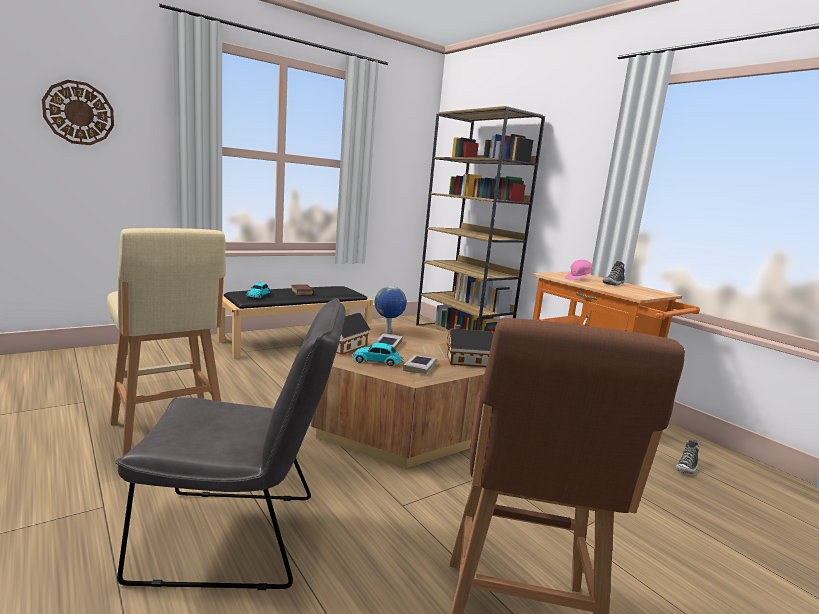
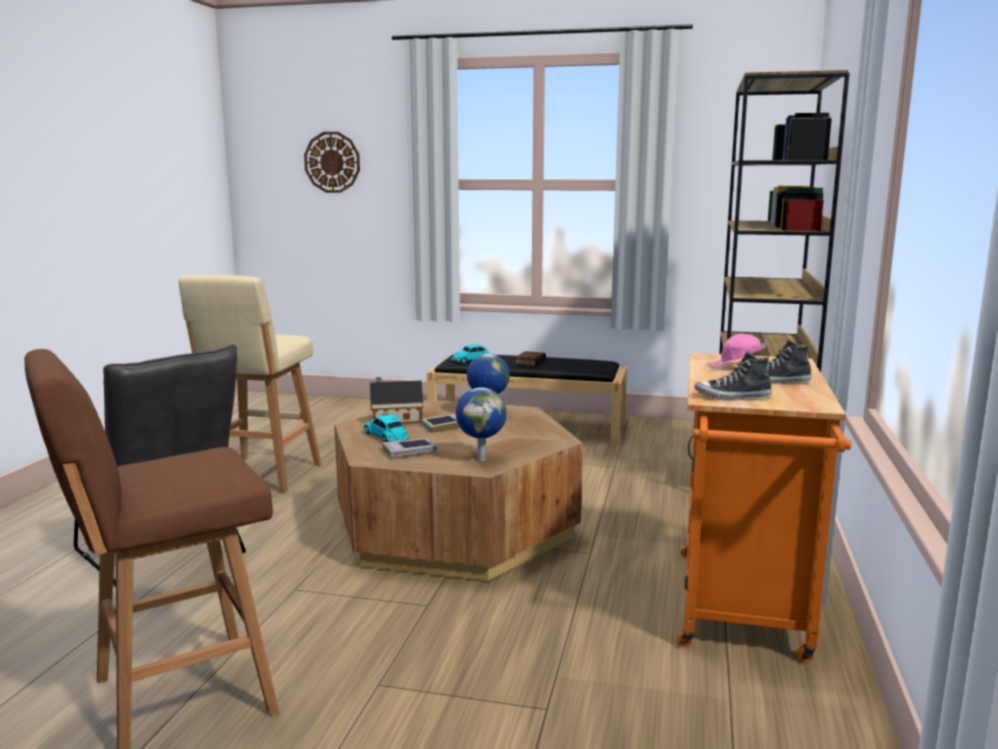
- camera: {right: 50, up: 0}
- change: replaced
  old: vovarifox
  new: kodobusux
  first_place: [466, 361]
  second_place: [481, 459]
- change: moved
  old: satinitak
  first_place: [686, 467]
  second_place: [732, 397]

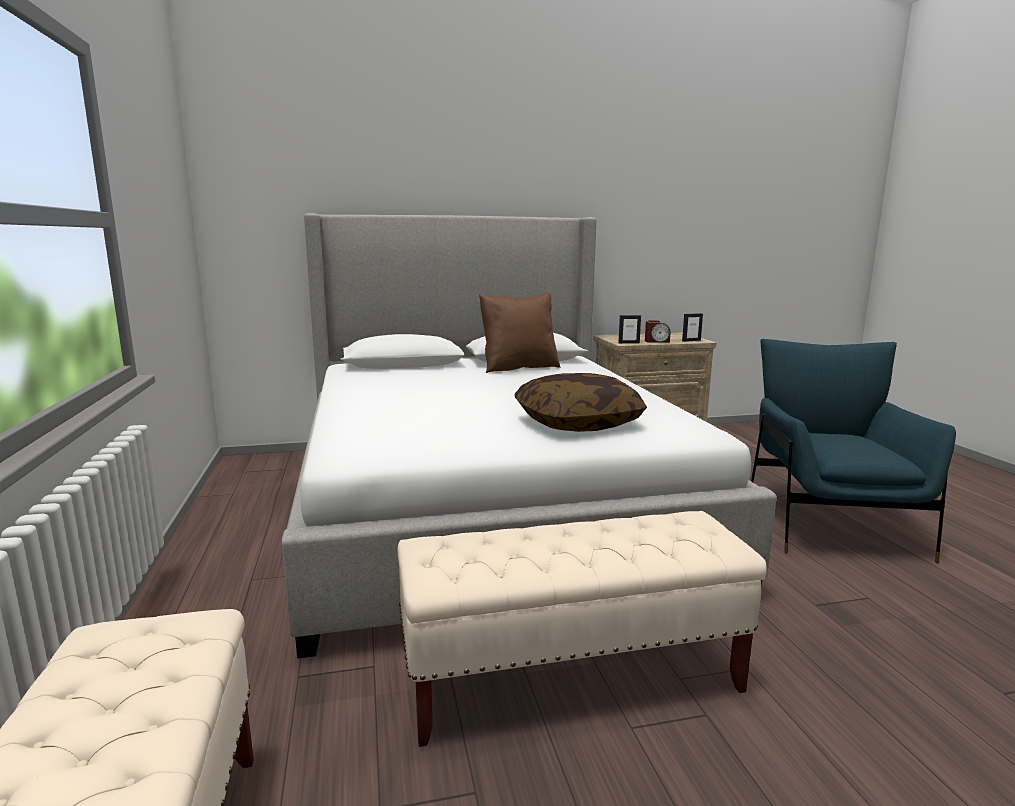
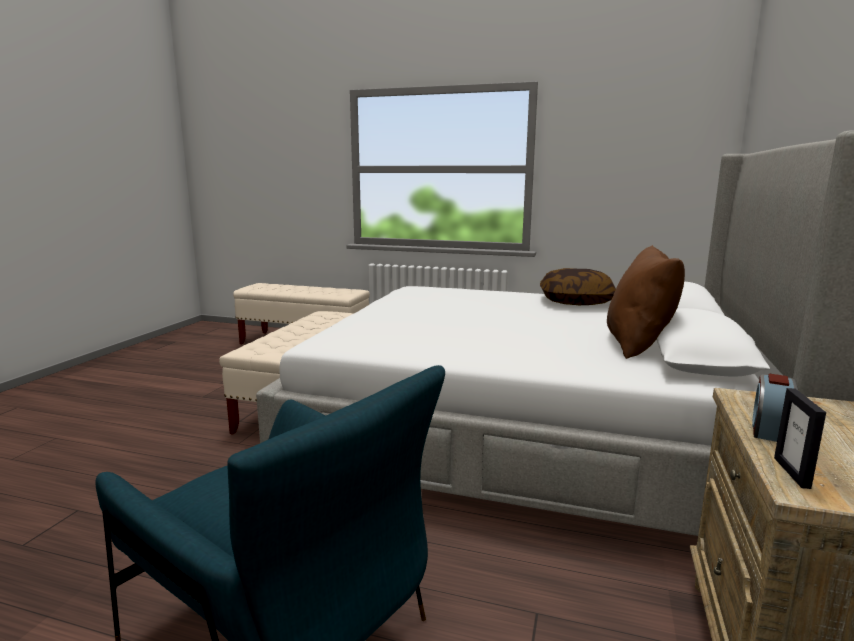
- camera: {right: 120, up: 0}
- change: moved
  old: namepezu
  first_place: [578, 423]
  second_place: [576, 301]
- change: removed
  old: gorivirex
  first_place: [628, 343]

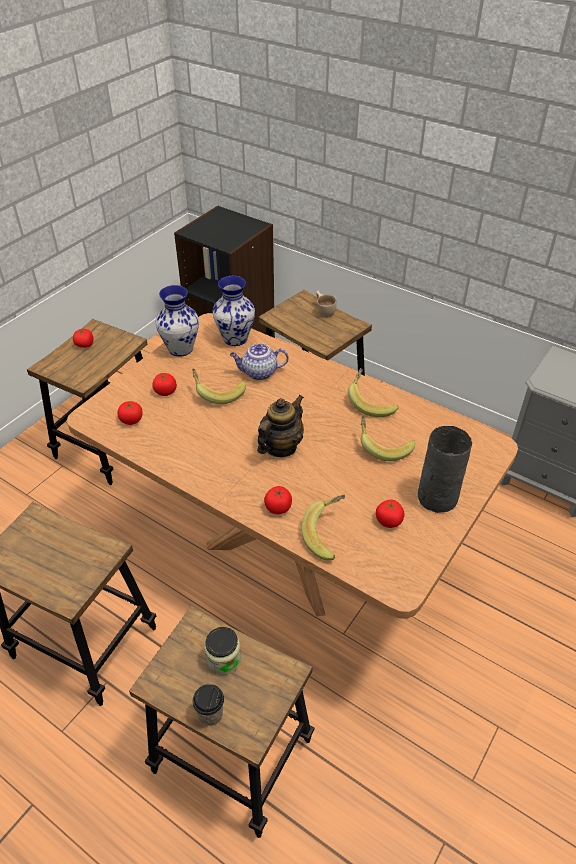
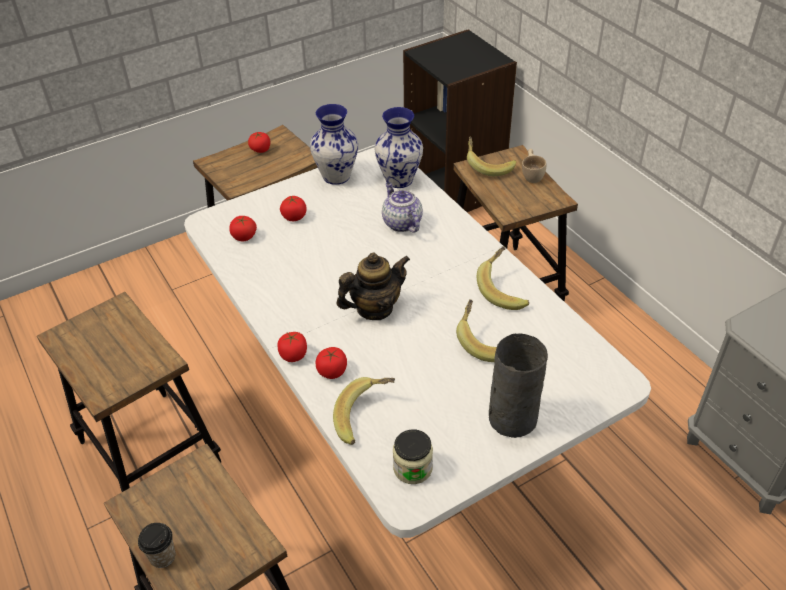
- camera: {right: 25, up: 0}
- change: recoloured
  old: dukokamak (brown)
  new: dukokamak (white)
  first_place: [287, 547]
  second_place: [395, 429]
- change: moved
  old: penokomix
  first_place: [389, 521]
  second_place: [293, 355]
- change: turned
  old: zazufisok
  first_place: [259, 373]
  second_place: [401, 223]
  degrees: 45
- change: moved
  old: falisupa
  first_place: [223, 659]
  second_place: [412, 468]
- change: moved
  old: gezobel
  first_place: [218, 393]
  second_place: [488, 166]

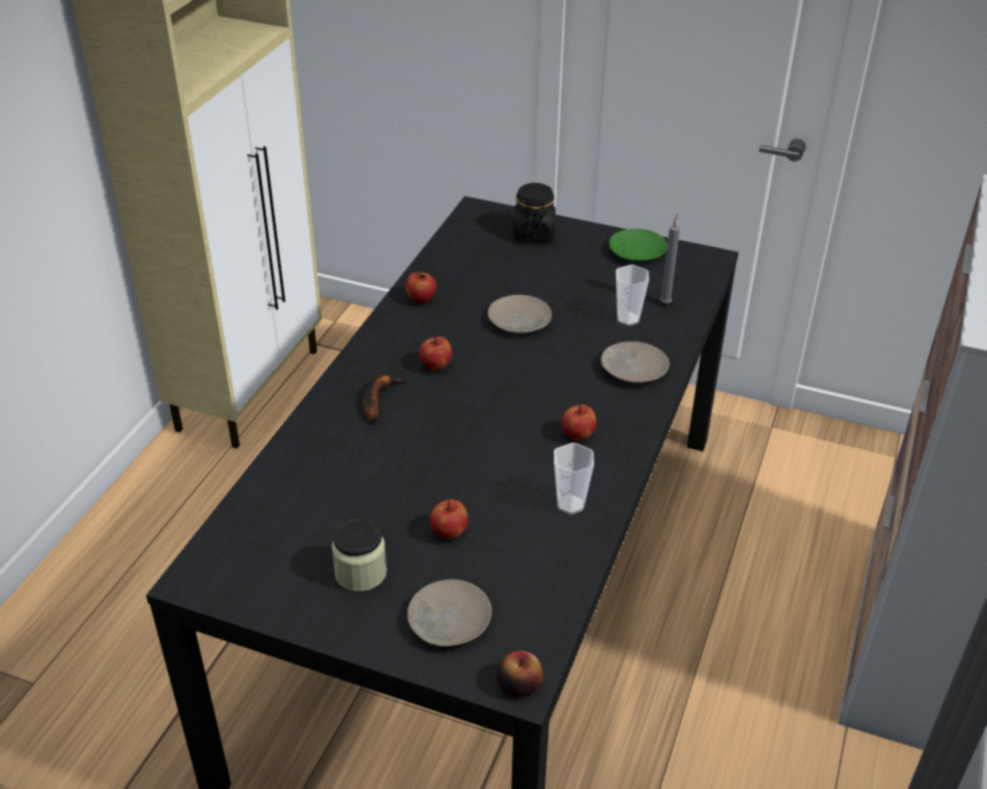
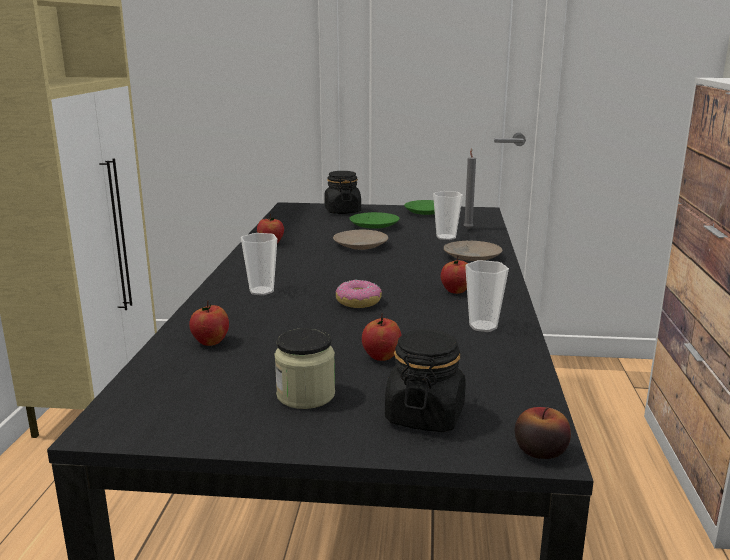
- camera: {right: -15, up: -20}
- change: moved
  old: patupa
  first_place: [435, 366]
  second_place: [210, 342]
- change: replaced
  old: gezobel
  new: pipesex
  first_place: [378, 399]
  second_place: [261, 291]
- change: added
  new: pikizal
  second_place: [358, 302]
- change: added
  new: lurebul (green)
  second_place: [373, 226]
- change: replaced
  old: lurebul (beige)
  new: falisupa (black)
  first_place: [448, 621]
  second_place: [425, 415]

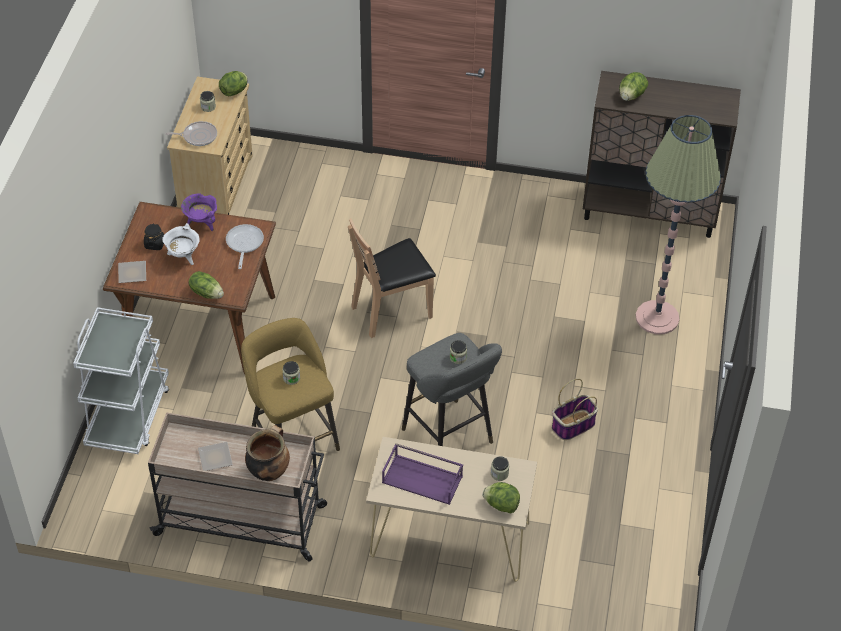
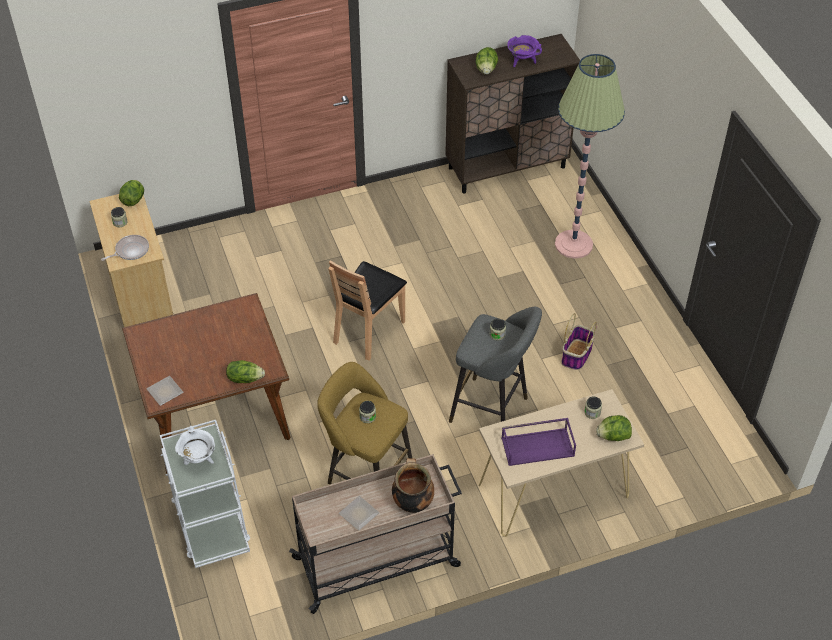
- camera: {right: -30, up: 0}
- change: moved
  old: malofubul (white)
  first_place: [183, 256]
  second_place: [198, 459]
- change: moved
  old: malofubul (purple)
  first_place: [202, 223]
  second_place: [522, 61]
- change: removed
  old: falisupa (black)
  first_place: [155, 244]
- change: removed
  old: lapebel
  first_place: [244, 244]

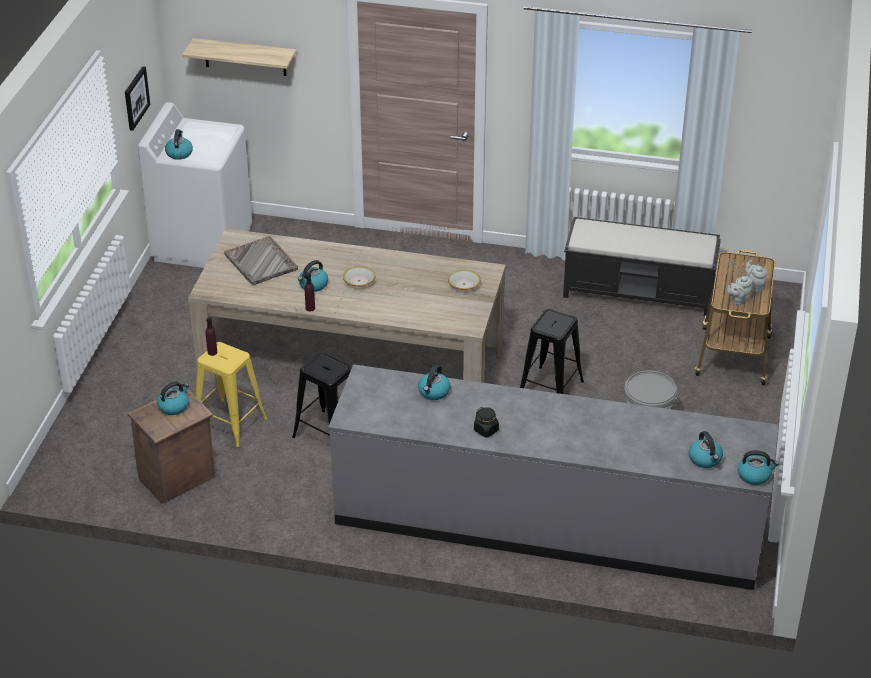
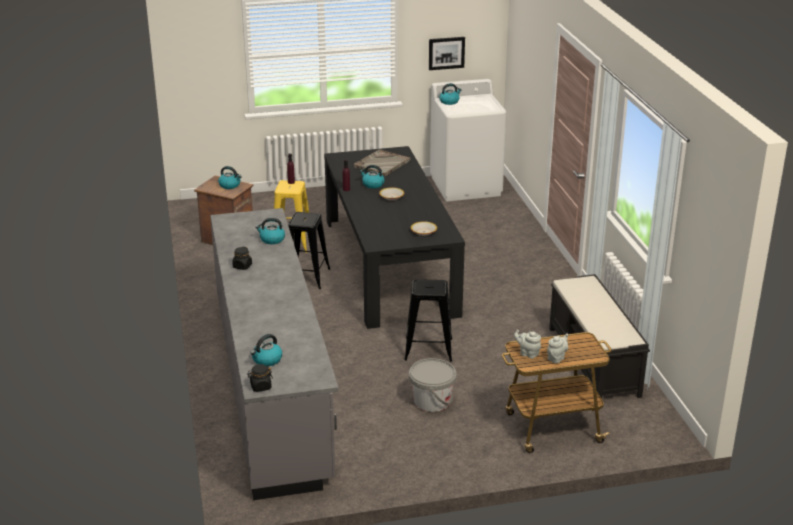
- camera: {right: 65, up: -10}
- change: replaced
  old: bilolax
  new: falisupa (black)
  first_place: [754, 475]
  second_place: [260, 386]
- change: recoloured
  old: dukokamak (beige)
  new: dukokamak (black)
  first_place: [351, 362]
  second_place: [389, 266]
- change: removed
  old: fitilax
  first_place: [245, 57]

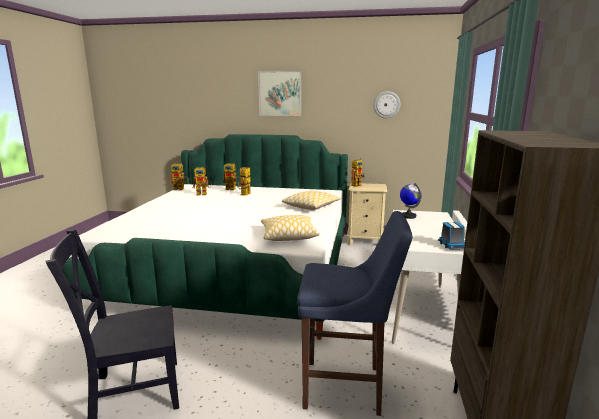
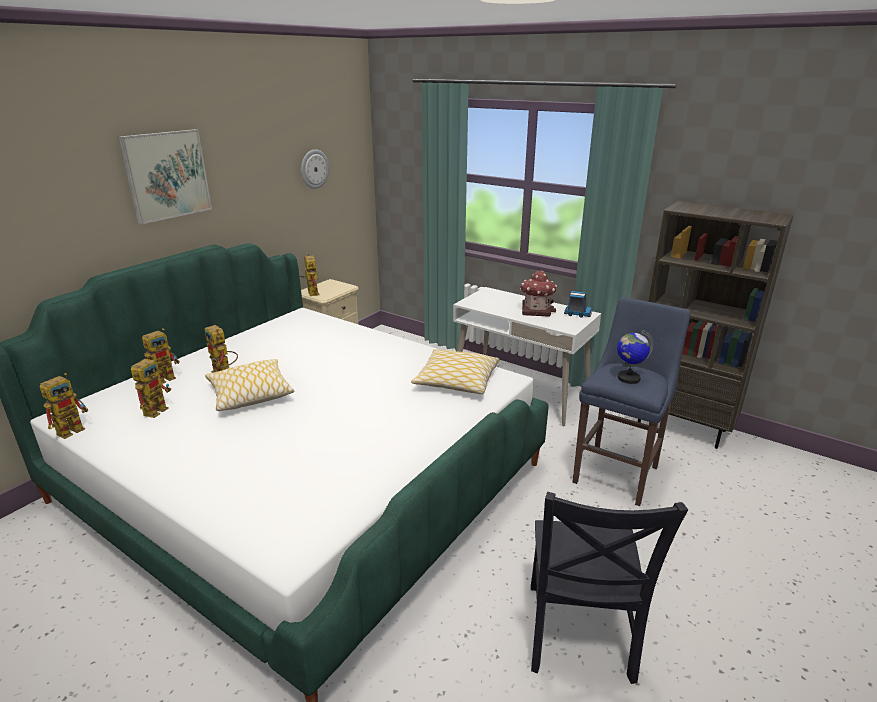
- camera: {right: -65, up: 10}
- change: moved
  old: namepezu
  first_place: [311, 206]
  second_place: [250, 394]
- change: added
  new: vovarifox
  second_place: [536, 310]
- change: moved
  old: kodobusux
  first_place: [408, 216]
  second_place: [628, 378]

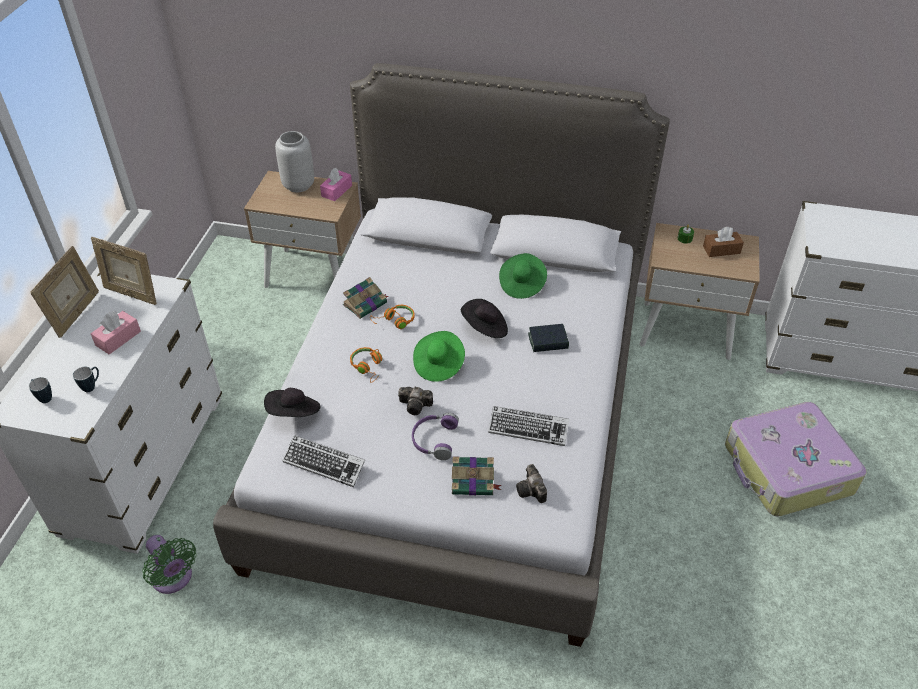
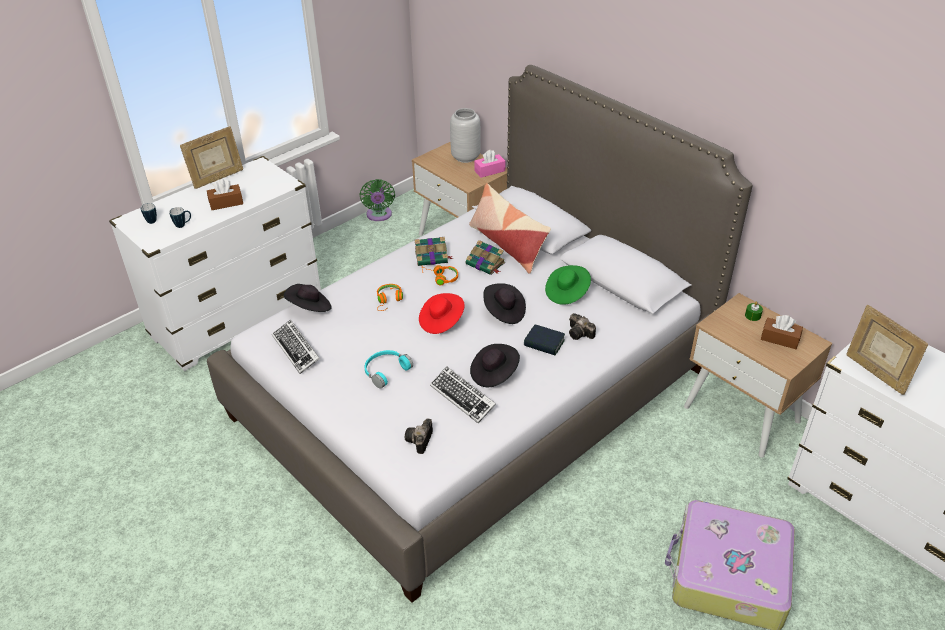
- camera: {right: 35, up: -5}
- change: recoloured
  old: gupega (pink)
  new: gupega (brown)
  first_place: [118, 338]
  second_place: [226, 203]
- change: moved
  old: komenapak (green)
  first_place: [174, 579]
  second_place: [379, 216]
- change: recoloured
  old: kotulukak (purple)
  new: kotulukak (turquoise)
  first_place: [433, 440]
  second_place: [385, 371]
- change: recoloured
  old: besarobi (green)
  new: besarobi (red)
  first_place: [438, 364]
  second_place: [441, 321]
- change: moved
  old: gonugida
  first_place: [474, 481]
  second_place: [486, 264]
- change: added
  new: namepezu
  second_place: [507, 244]
- change: added
  new: besarobi (black)
  second_place: [494, 374]
- change: moved
  old: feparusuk
  first_place: [416, 406]
  second_place: [580, 334]
- change: moved
  old: gorivirex
  first_place: [132, 294]
  second_place: [875, 373]

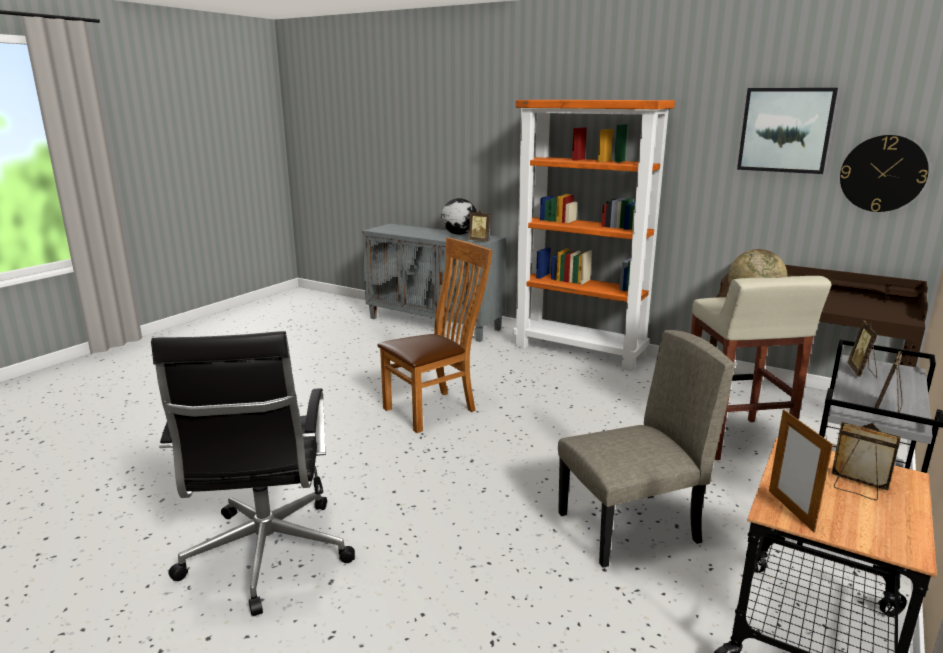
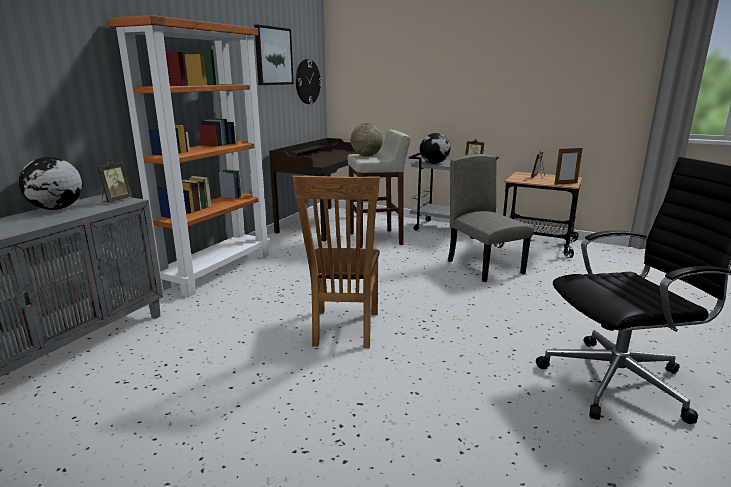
- camera: {right: -95, up: 0}
- change: turned
  old: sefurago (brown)
  first_place: [435, 409]
  second_place: [343, 330]
  degrees: -135
- change: replaced
  old: gorivirex
  new: kodobusux
  first_place: [862, 372]
  second_place: [434, 163]

